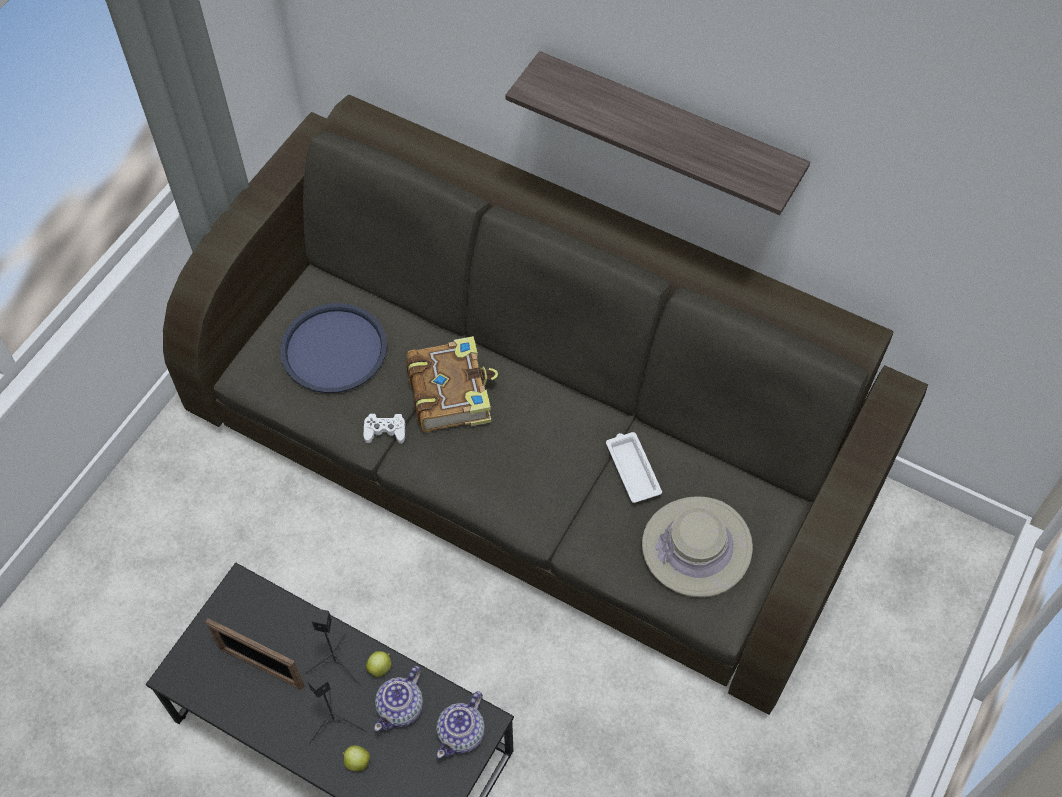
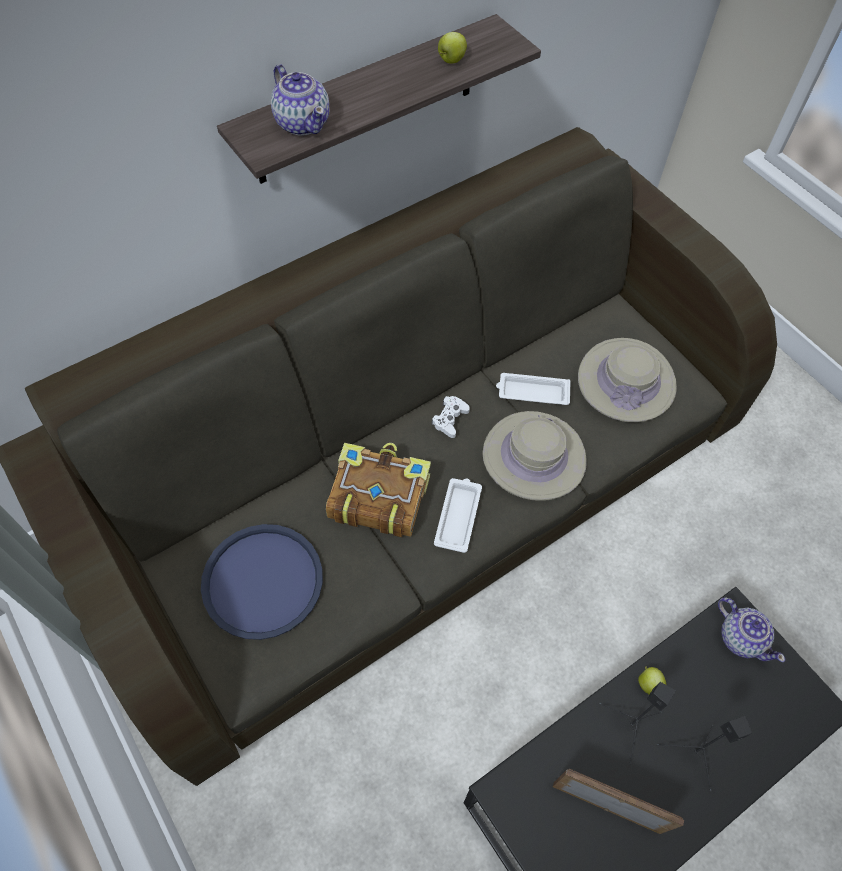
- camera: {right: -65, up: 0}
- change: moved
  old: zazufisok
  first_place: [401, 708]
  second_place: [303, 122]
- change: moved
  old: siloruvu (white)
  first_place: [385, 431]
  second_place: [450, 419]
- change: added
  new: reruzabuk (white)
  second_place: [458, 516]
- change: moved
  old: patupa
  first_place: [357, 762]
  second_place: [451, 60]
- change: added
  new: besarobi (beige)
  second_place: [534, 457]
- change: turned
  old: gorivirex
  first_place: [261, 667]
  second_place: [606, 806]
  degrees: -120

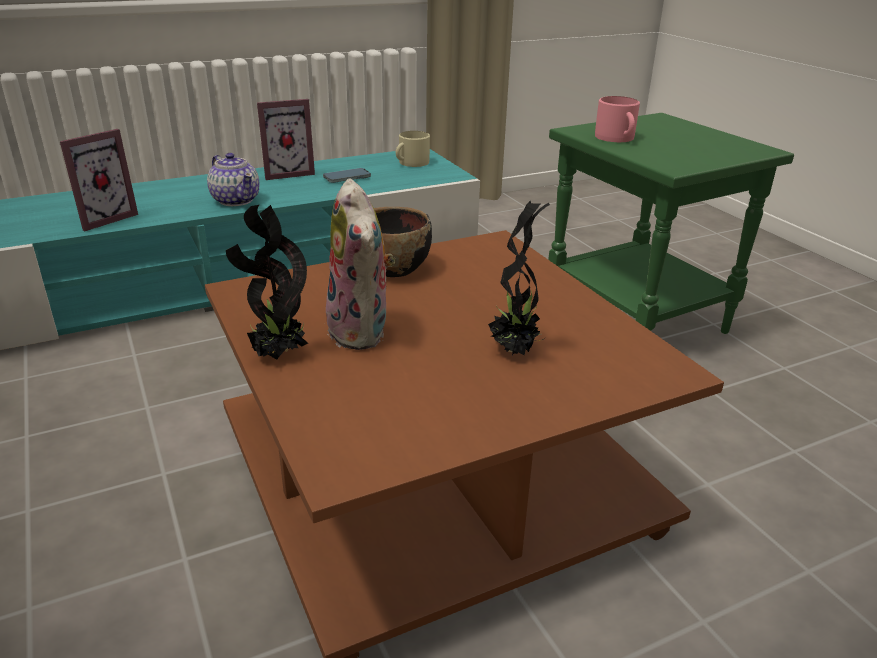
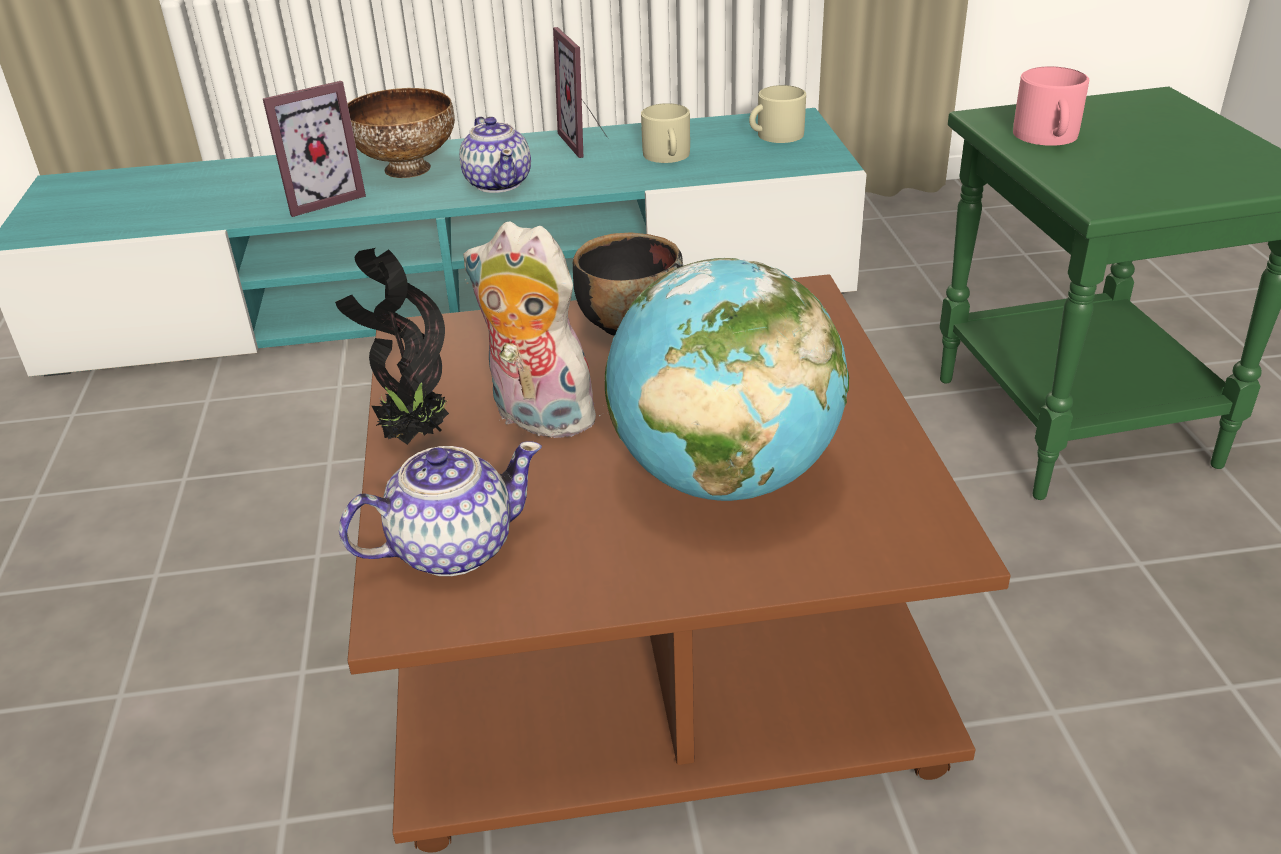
- camera: {right: 20, up: 5}
- change: added
  new: zazufisok
  second_place: [451, 548]
- change: added
  new: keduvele
  second_place: [406, 169]
- change: turned
  old: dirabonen
  first_place: [363, 332]
  second_place: [536, 418]
  degrees: 120
- change: turned
  old: gorivirex
  first_place: [287, 173]
  second_place: [587, 142]
  degrees: 75
- change: replaced
  old: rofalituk
  new: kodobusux
  first_place: [514, 351]
  second_place: [724, 477]
- change: replaced
  old: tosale
  new: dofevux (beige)
  first_place: [347, 178]
  second_place: [667, 156]

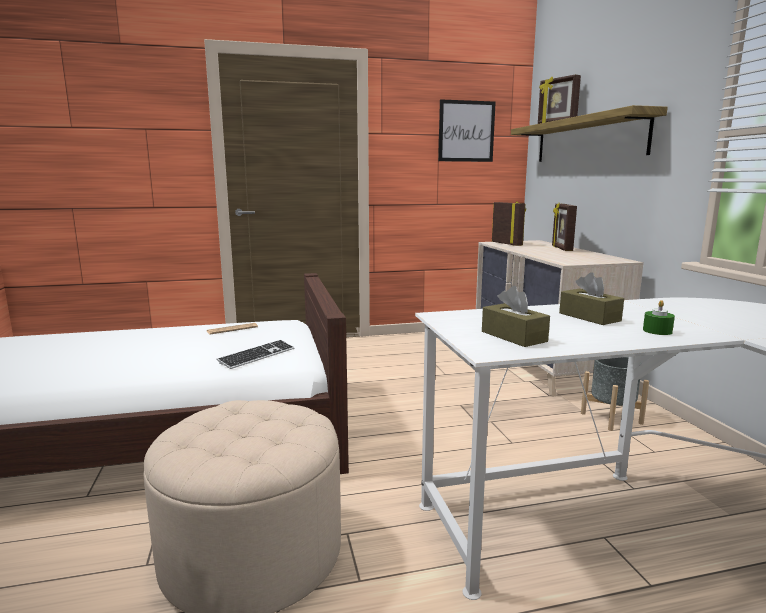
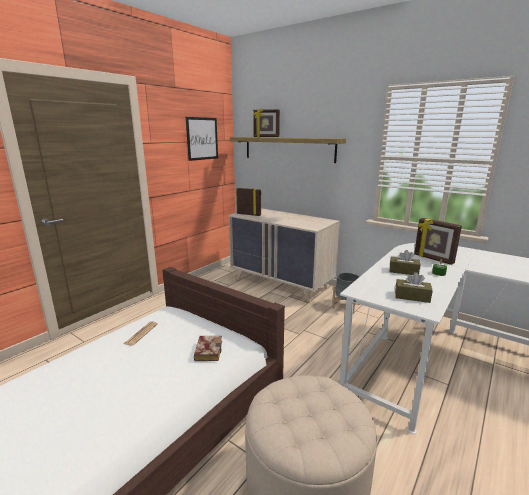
- camera: {right: -40, up: 5}
- change: replaced
  old: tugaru
  new: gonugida
  first_place: [257, 356]
  second_place: [207, 350]
- change: moved
  old: gorivirex
  first_place: [561, 248]
  second_place: [433, 259]

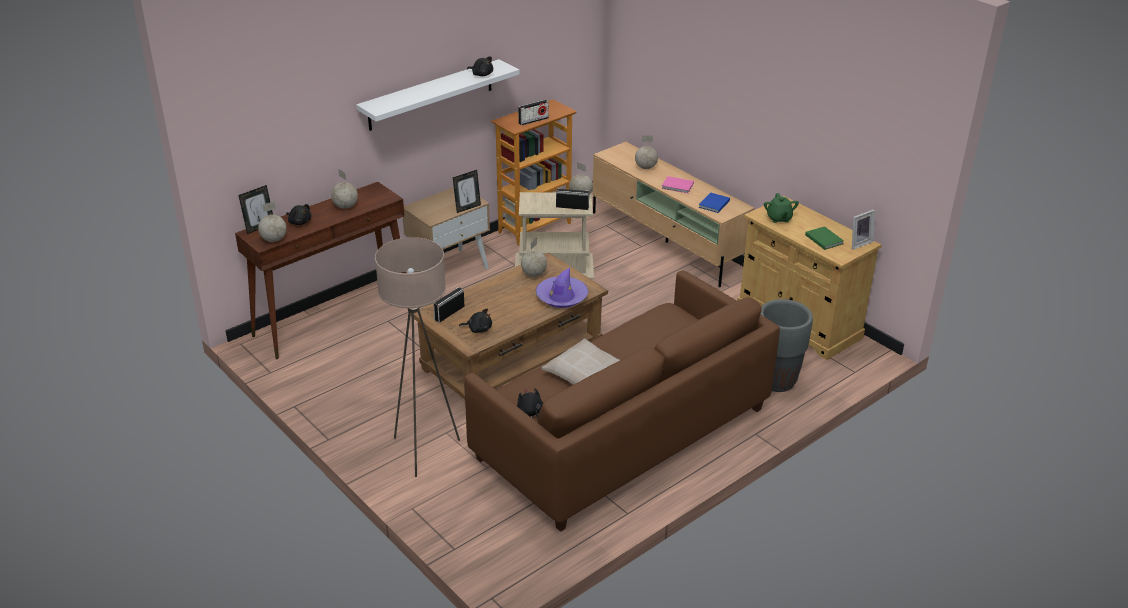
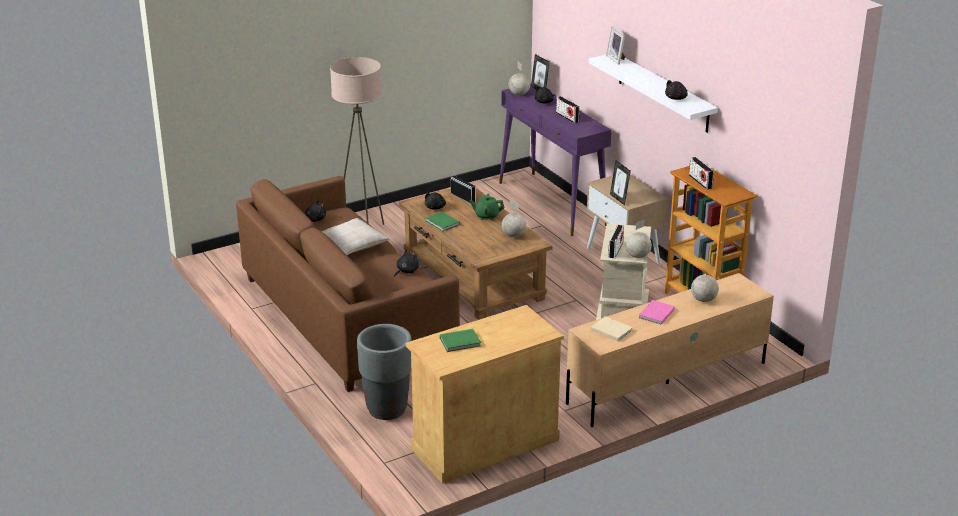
- camera: {right: 100, up: -5}
- change: added
  new: dirabonen (black)
  second_place: [406, 271]
- change: added
  new: gonugida (green)
  second_place: [442, 223]
- change: moved
  old: zazufisok (green)
  first_place: [779, 218]
  second_place: [486, 216]
- change: recoloured
  old: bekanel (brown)
  new: bekanel (purple)
  first_place: [334, 317]
  second_place: [552, 204]
- change: replaced
  old: kodobusux
  new: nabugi
  first_place: [345, 206]
  second_place: [567, 117]
- change: recoloured
  old: gonugida (blue)
  new: gonugida (beige)
  first_place: [713, 204]
  second_place: [611, 330]
- change: moved
  old: gorivirex
  first_place: [858, 243]
  second_place: [617, 59]
- change: removed
  old: besarobi (purple)
  first_place: [561, 297]

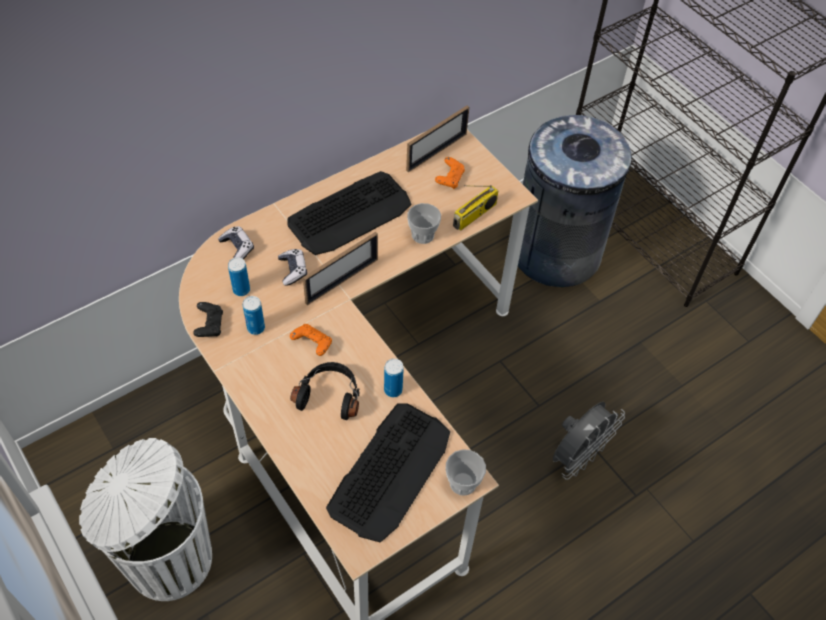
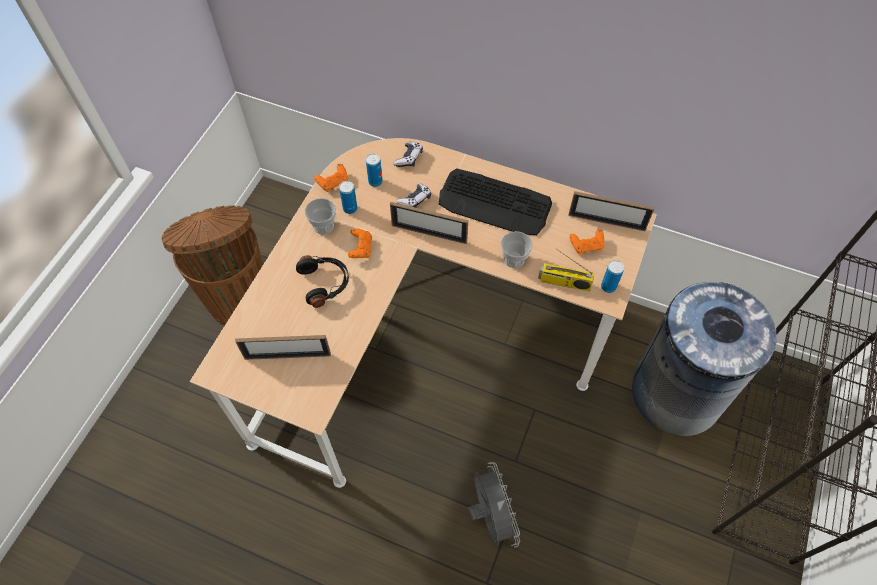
- camera: {right: 60, up: 5}
- change: recoloured
  old: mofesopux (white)
  new: mofesopux (brown)
  first_place: [167, 559]
  second_place: [238, 297]
- change: replaced
  old: tugaru
  new: gorivirex
  first_place: [390, 471]
  second_place: [287, 356]
- change: moved
  old: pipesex
  first_place: [463, 483]
  second_place: [323, 226]
- change: recoloured
  old: siloruvu (black)
  new: siloruvu (orange)
  first_place: [209, 325]
  second_place: [333, 183]
- change: turned
  old: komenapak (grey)
  first_place: [577, 456]
  second_place: [490, 516]
  degrees: -120
- change: moved
  old: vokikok
  first_place: [393, 390]
  second_place: [608, 287]

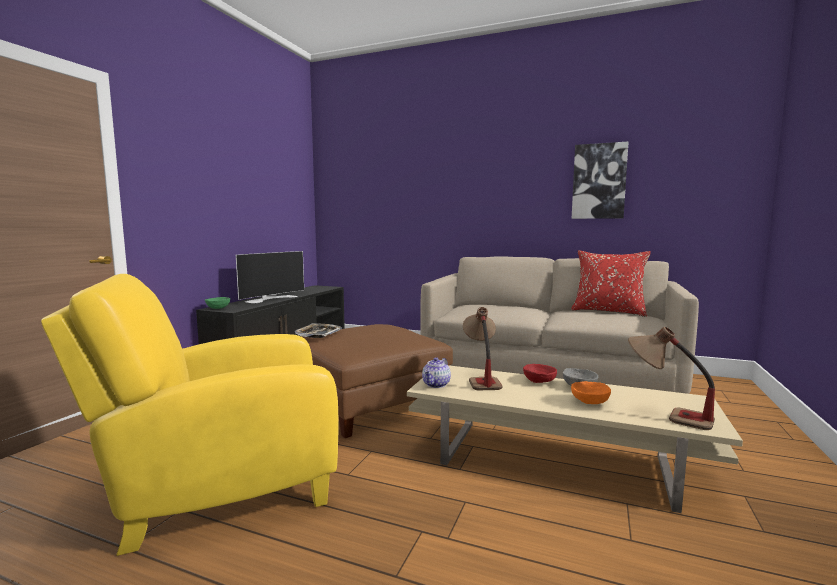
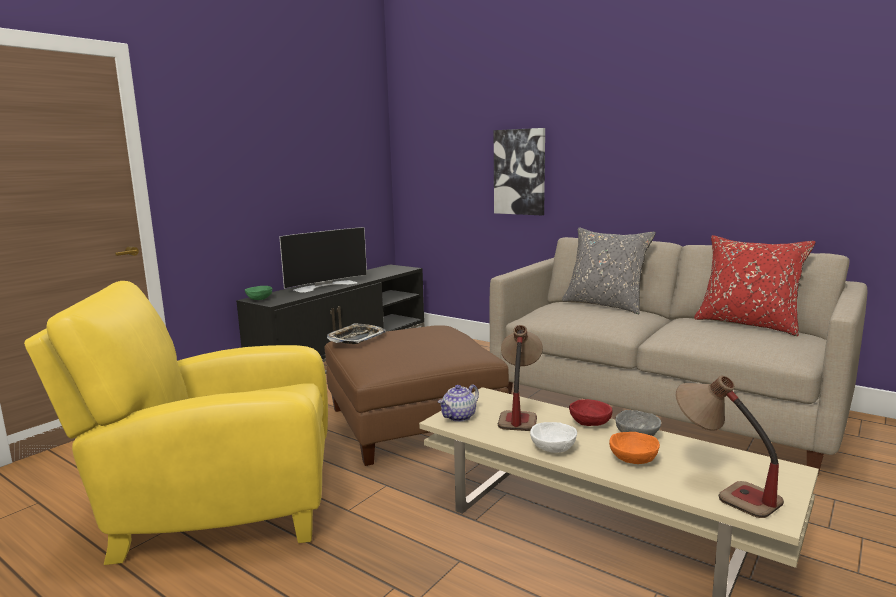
- camera: {right: 15, up: 5}
- change: moved
  old: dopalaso
  first_place: [599, 181]
  second_place: [520, 172]
- change: added
  new: keduvele (white)
  second_place: [553, 448]
- change: added
  new: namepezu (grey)
  second_place: [605, 305]

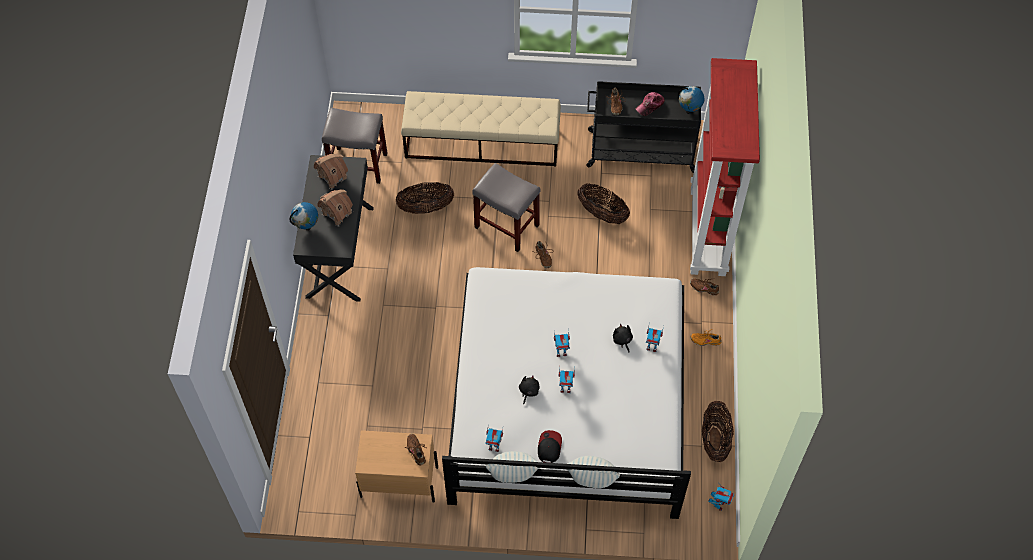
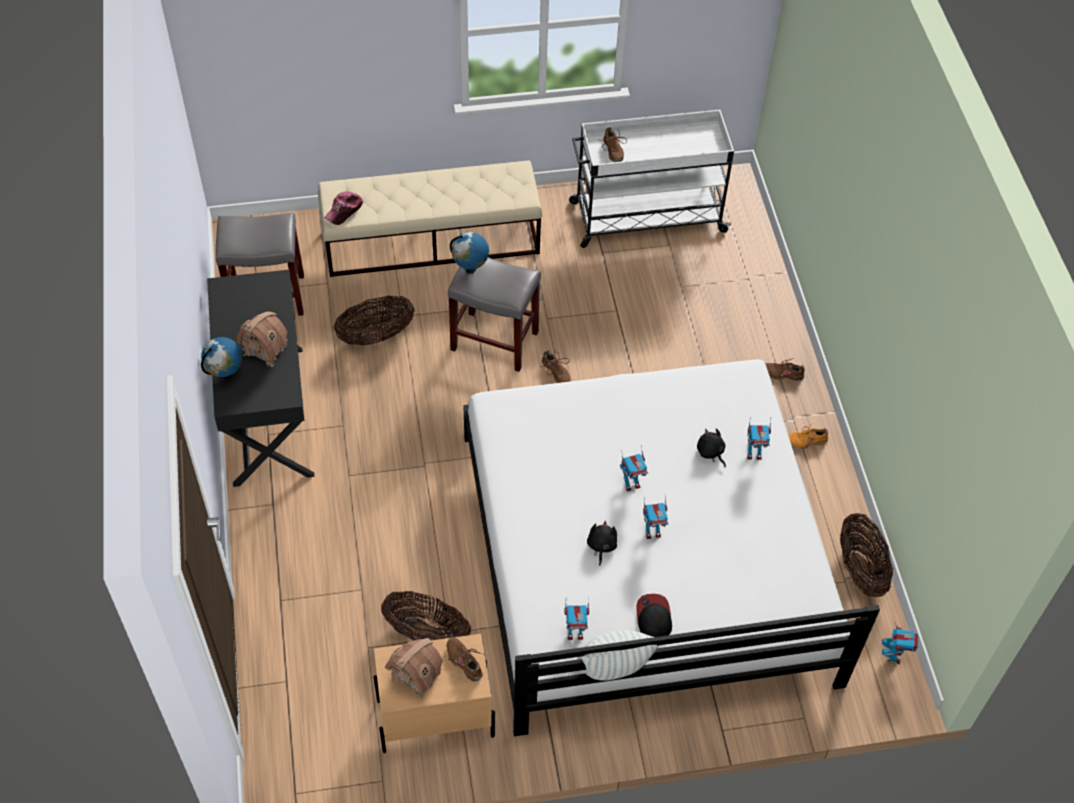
- camera: {right: -15, up: -5}
- change: moved
  old: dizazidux
  first_place: [650, 105]
  second_place: [344, 210]
- change: moved
  old: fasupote
  first_place: [602, 213]
  second_place: [427, 633]
- change: moved
  old: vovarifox
  first_place: [333, 177]
  second_place: [416, 675]
- change: moved
  old: kodobusux
  first_place: [689, 110]
  second_place: [470, 269]
- change: recoloured
  old: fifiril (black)
  new: fifiril (white)
  first_place: [640, 151]
  second_place: [645, 217]
- change: removed
  old: namepezu
  first_place: [592, 480]
- change: removed
  old: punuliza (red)
  first_place: [708, 232]

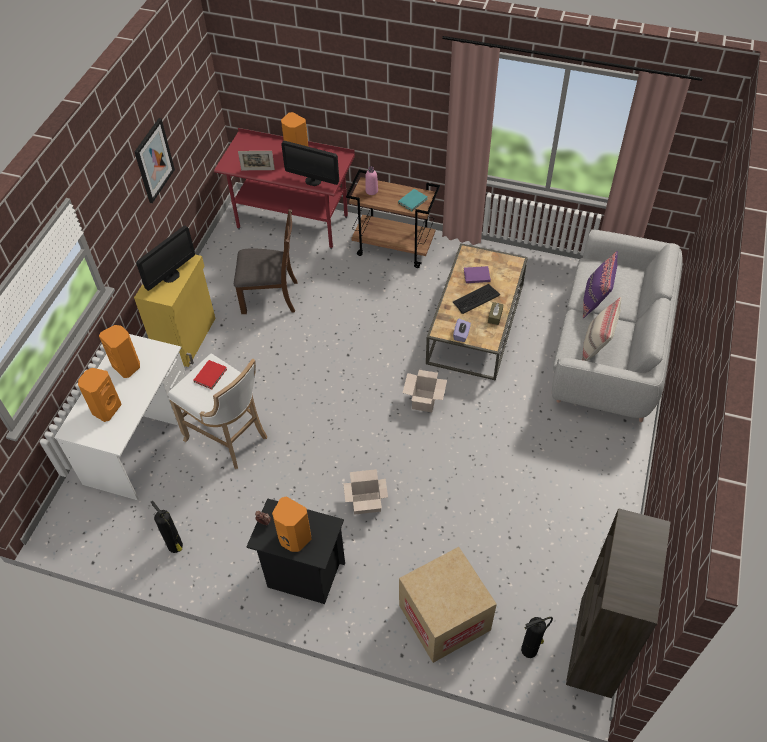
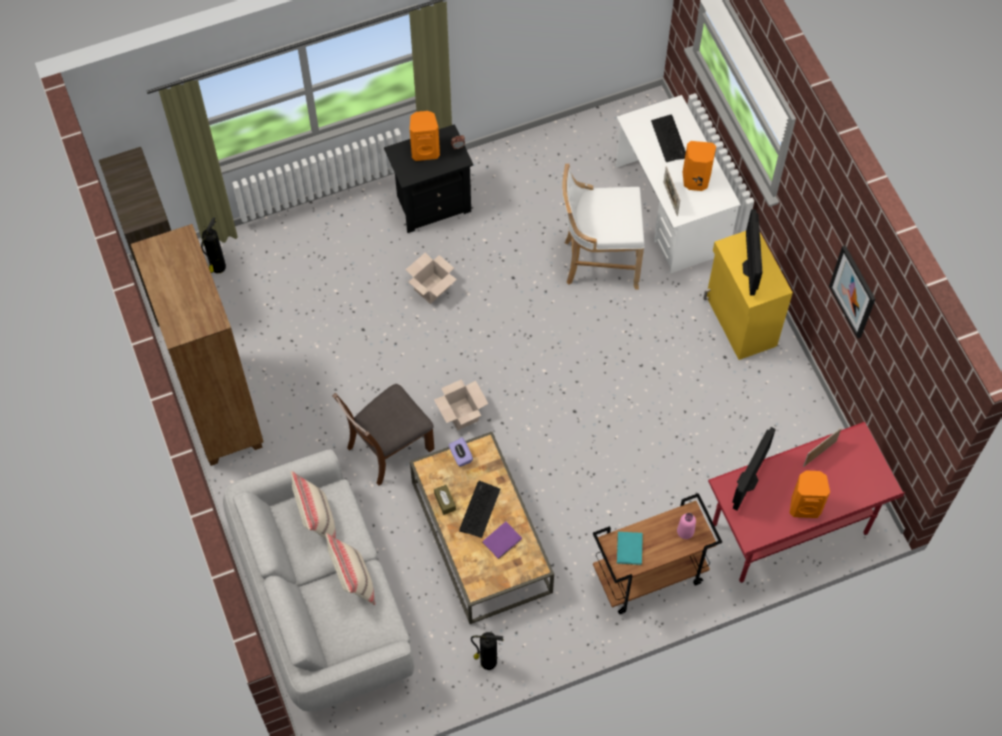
- camera: {right: 140, up: 10}
- change: added
  new: punuliza (brown)
  second_place: [220, 409]
- change: recoloured
  old: namepezu (purple)
  new: namepezu (beige)
  first_place: [595, 301]
  second_place: [353, 580]
- change: moved
  old: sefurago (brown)
  first_place: [270, 296]
  second_place: [389, 448]
- change: moved
  old: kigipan
  first_place: [176, 547]
  second_place: [487, 662]
- change: replaced
  old: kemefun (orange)
  new: tugaru
  first_place: [106, 409]
  second_place: [669, 139]
- change: added
  new: gorivirex
  second_place: [670, 199]
- change: turned
  old: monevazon
  first_place: [313, 181]
  second_place: [747, 481]
  degrees: 135
- change: removed
  old: gonugida (red)
  first_place: [211, 375]
- change: removed
  old: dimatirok
  first_place: [444, 617]

